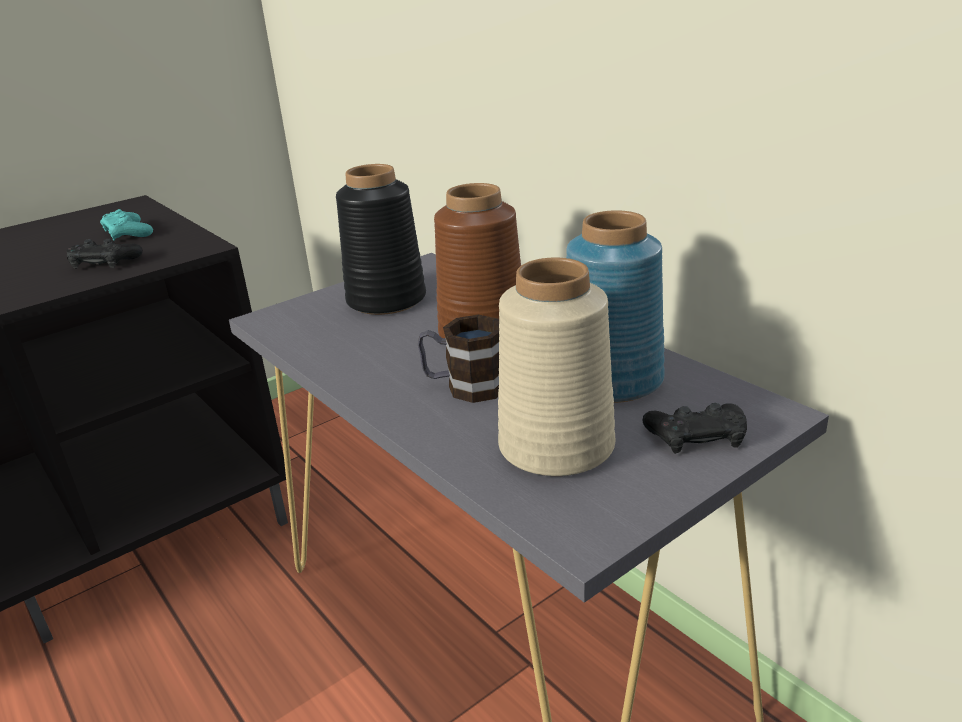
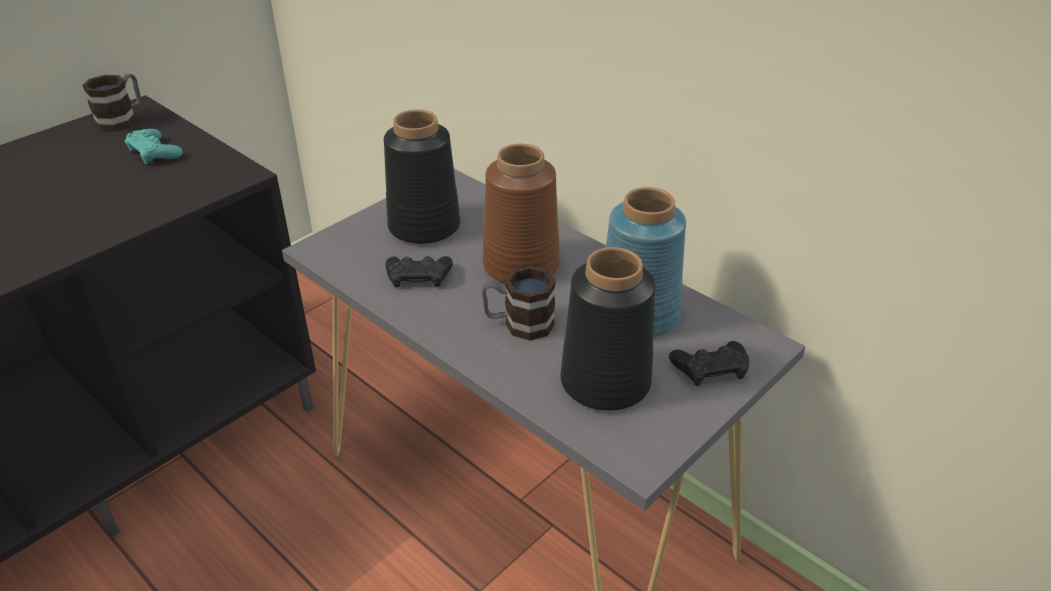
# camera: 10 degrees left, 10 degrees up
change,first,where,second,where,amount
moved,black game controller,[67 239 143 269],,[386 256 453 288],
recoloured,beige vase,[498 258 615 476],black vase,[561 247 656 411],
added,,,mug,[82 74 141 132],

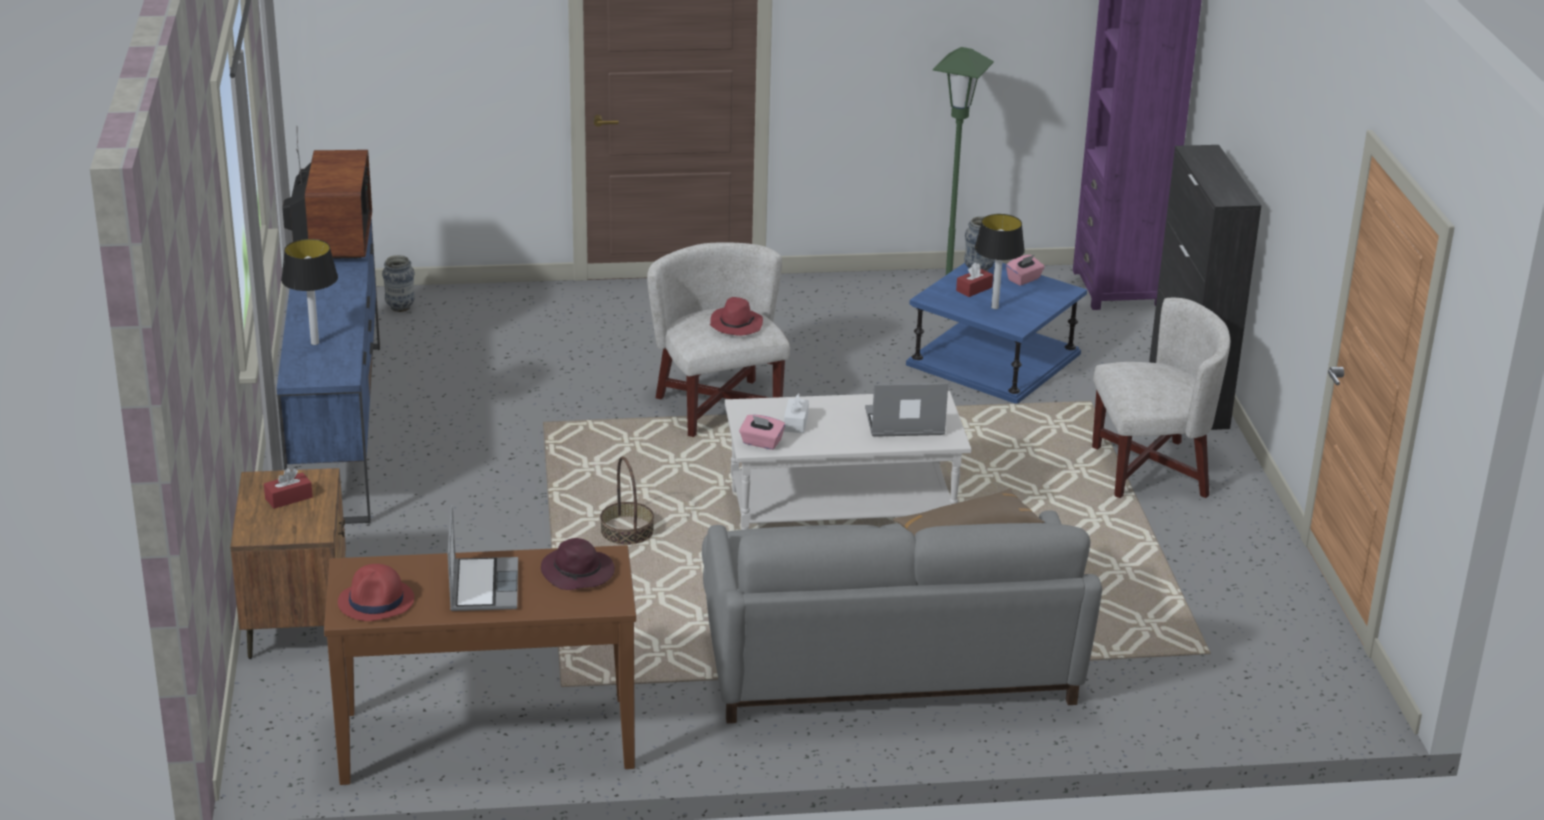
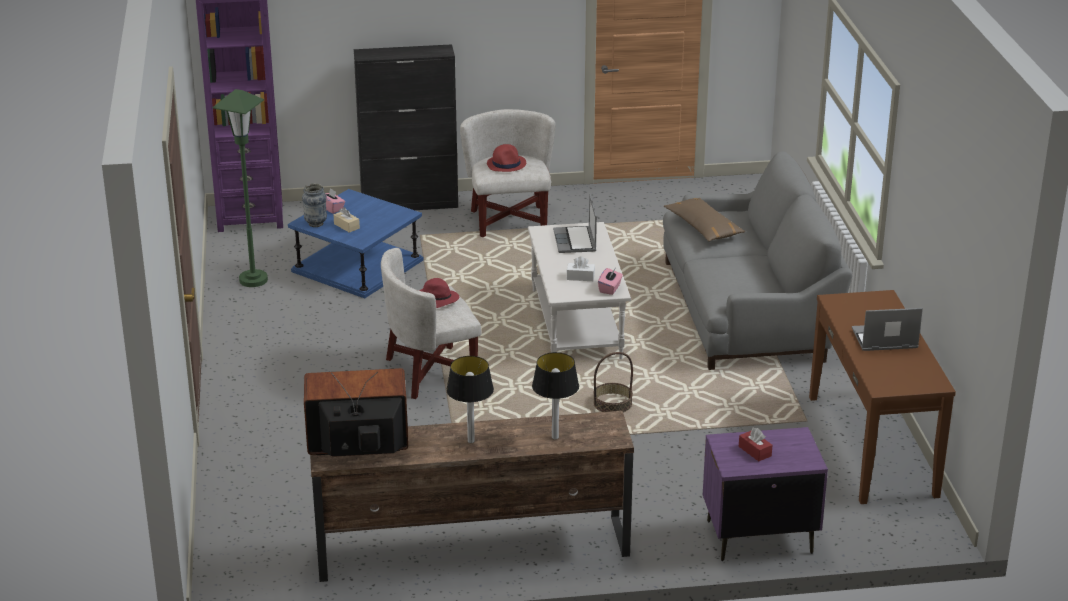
# camera: 90 degrees left, 0 degrees up
change,first,where,second,where,amount
moved,table lamp,[975 214 1025 309],,[446 356 494 443],
recoloured,blue tv stand,[277 219 380 524],brown tv stand,[310 411 634 582],
removed,vase,[382 255 415 312],,,
recoloured,red tissue box,[956 263 993 297],beige tissue box,[334 207 360 233],
recoloured,brown nightstand,[230 468 348 659],purple nightstand,[703 427 828 561],
removed,purple hat,[541 538 615 590],,,
moved,red hat,[338 564 414 621],,[487 144 526 172],

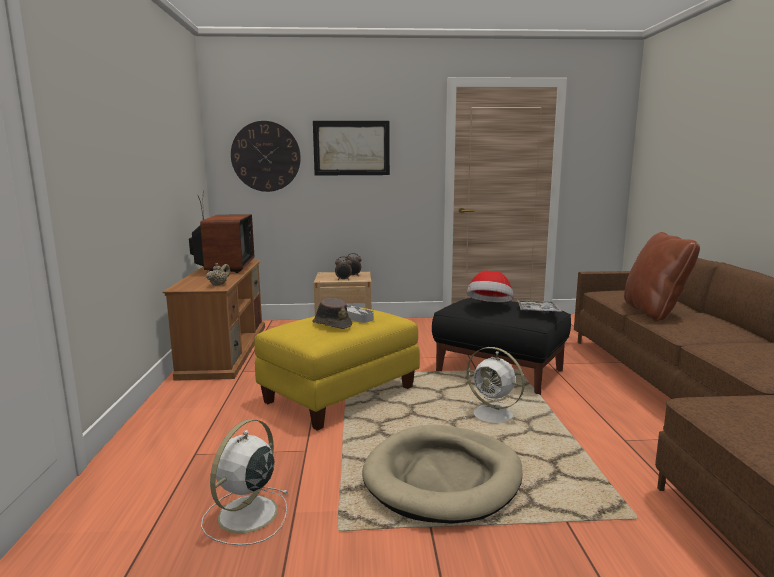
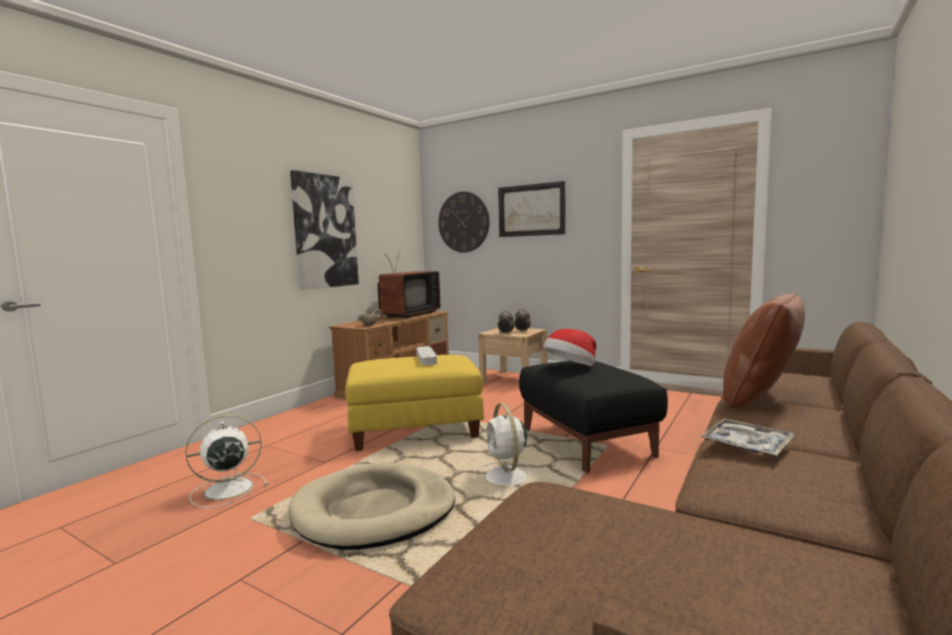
# camera: 35 degrees right, 5 degrees down
change,first,where,second,where,amount
removed,brown hat,[312 298 352 329],,,
moved,tray,[517 300 562 313],,[700 418 795 456],
added,,,picture,[290 170 359 290],

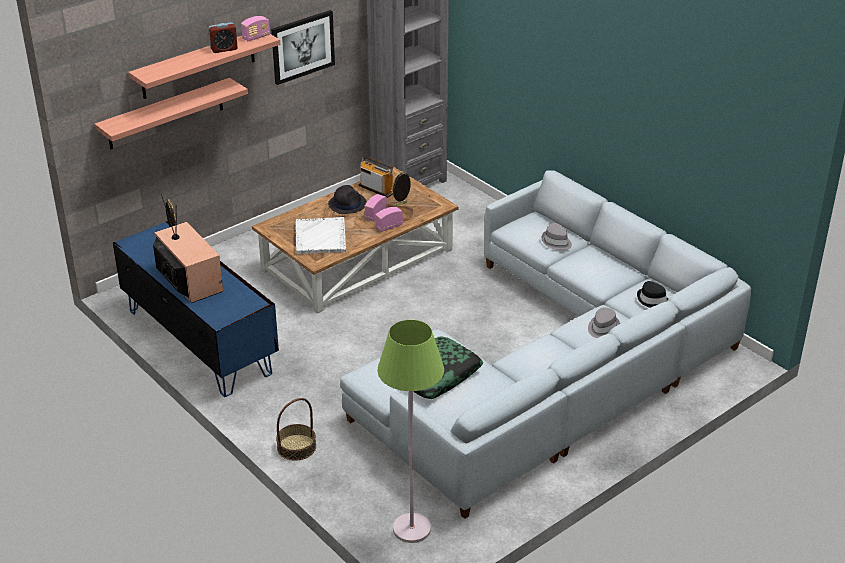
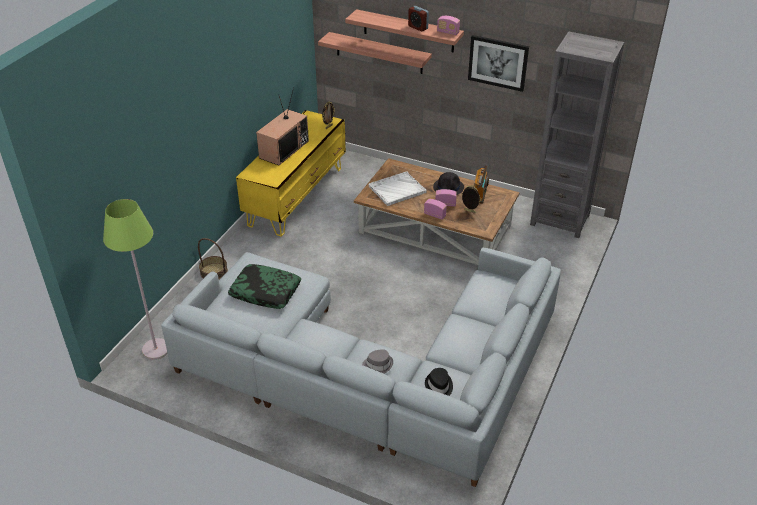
# camera: 65 degrees right, 5 degrees up
change,first,where,second,where,amount
recoloured,blue tv stand,[113 221 279 397],yellow tv stand,[236 110 346 236],
removed,grey hat,[542 223 572 250],,,

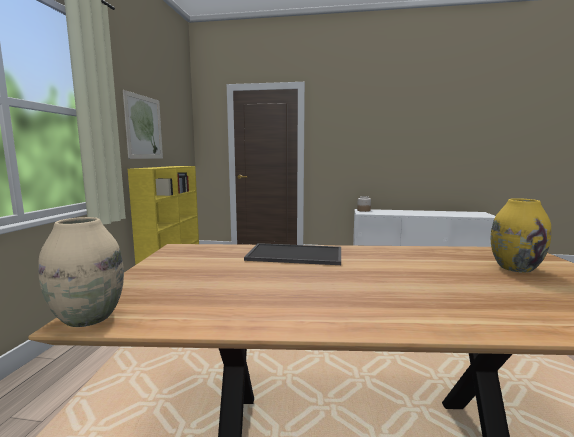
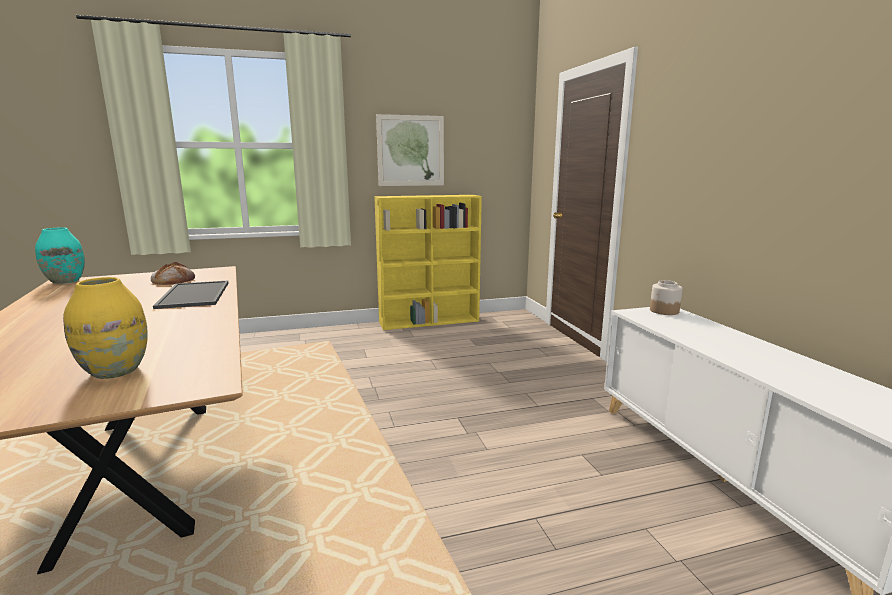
# camera: 65 degrees right, 5 degrees up
change,first,where,second,where,amount
recoloured,beige vase,[39 217 124 327],turquoise vase,[35 228 85 284],
added,,,bread,[151 262 195 285],

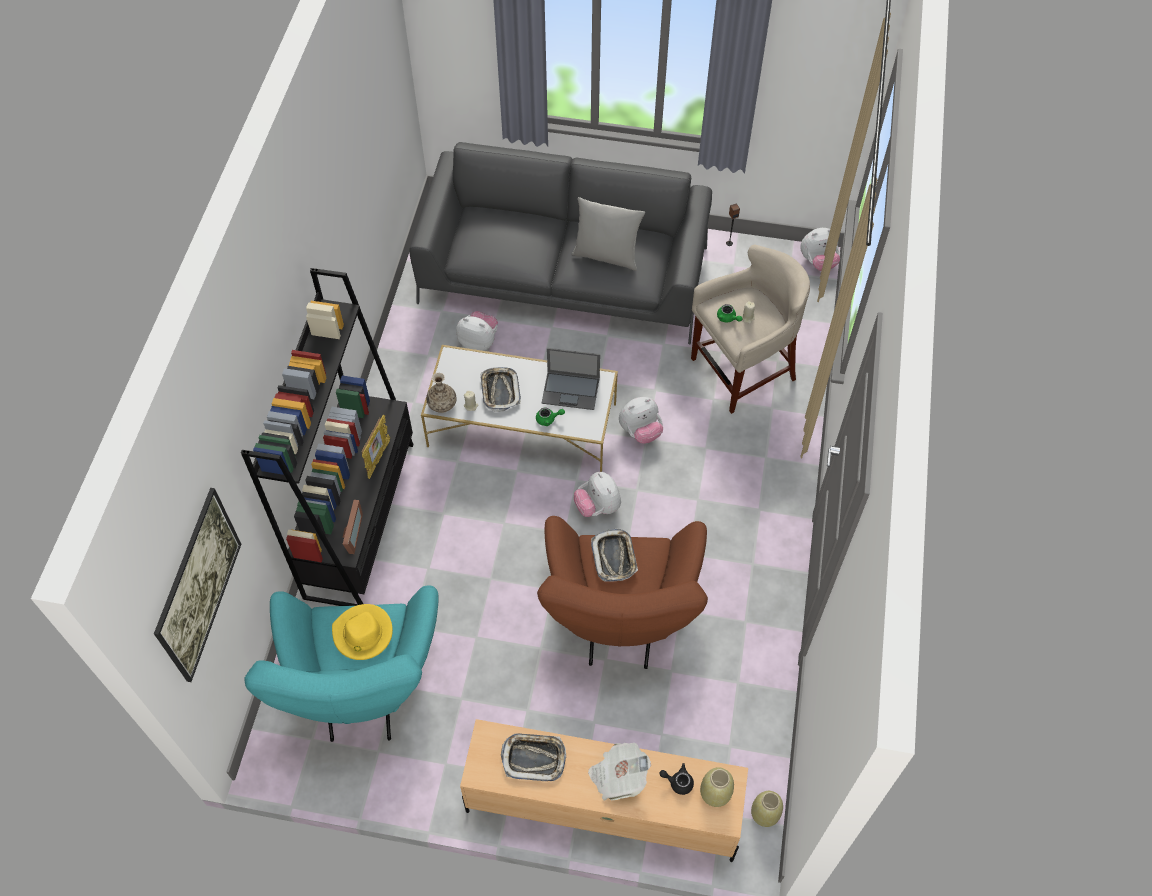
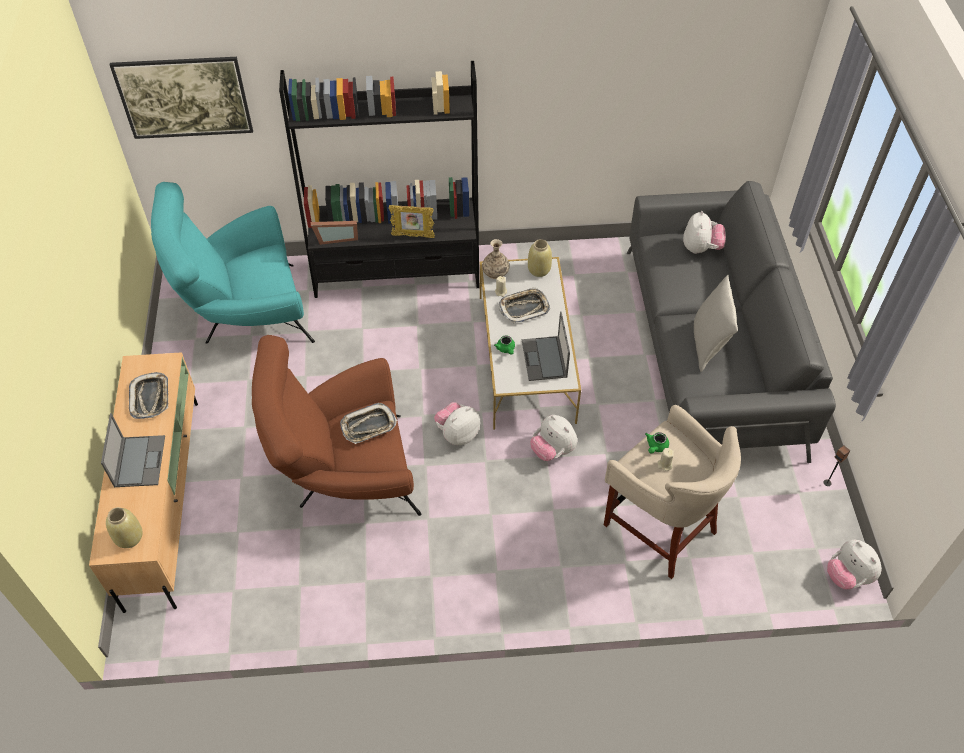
# camera: 75 degrees right, 5 degrees down
change,first,where,second,where,amount
moved,plush toy,[456 311 498 351],,[683 211 726 254],
removed,yellow hat,[332 604 393 660],,,
replaced,newspaper,[588 743 651 801],laptop,[101 413 165 487],
removed,black teapot,[659 763 694 795],,,
moved,beige vase,[751 791 783 827],,[528 239 552 277],

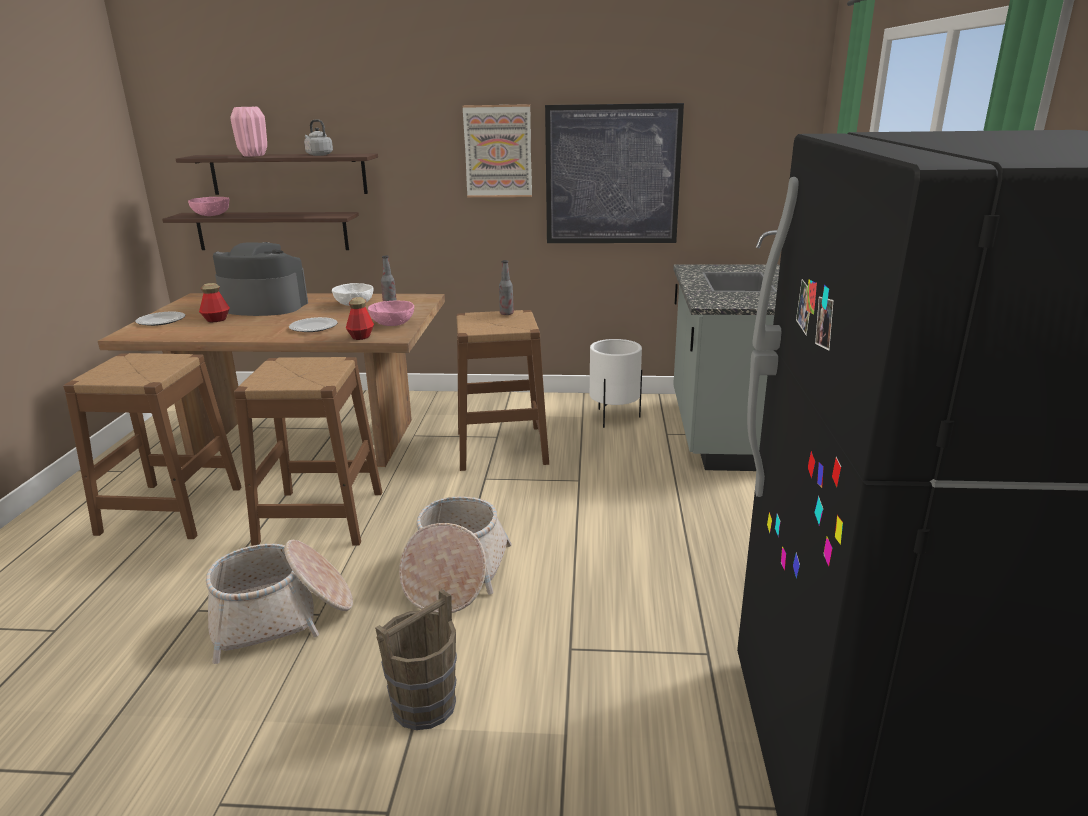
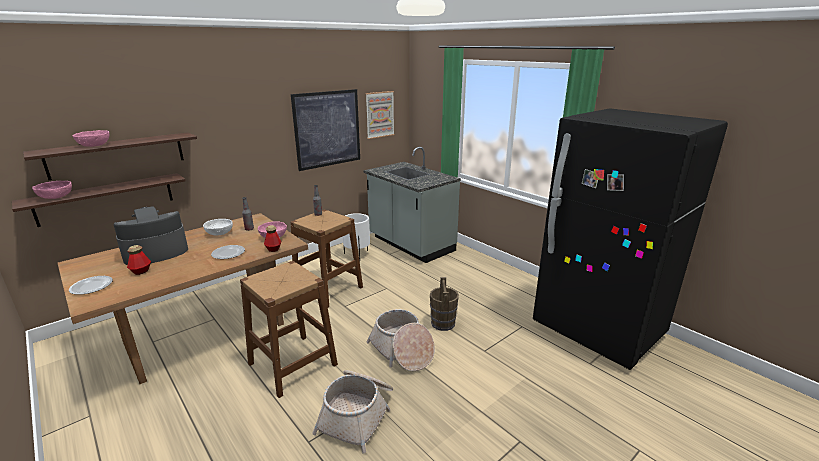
# camera: 45 degrees left, 0 degrees up
change,first,where,second,where,amount
moved,picture,[462 104 532 197],,[366 91 394 139],
replaced,pink vase,[230 107 267 157],pink bowl,[73 130 109 147],
removed,grey kettle,[304 120 333 156],,,
removed,brown stool,[63 353 242 539],,,
moved,brown bucket,[375 589 457 730],,[430 277 459 331],

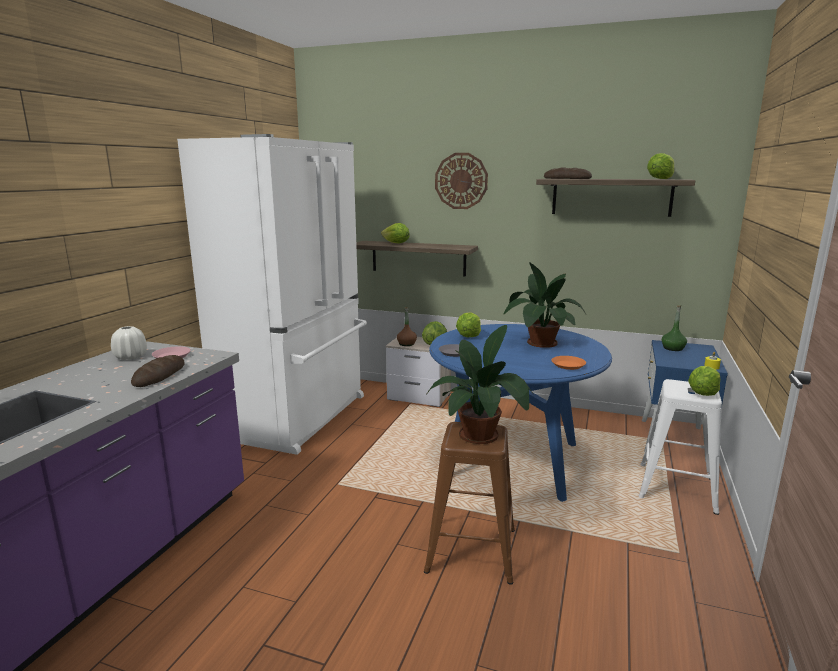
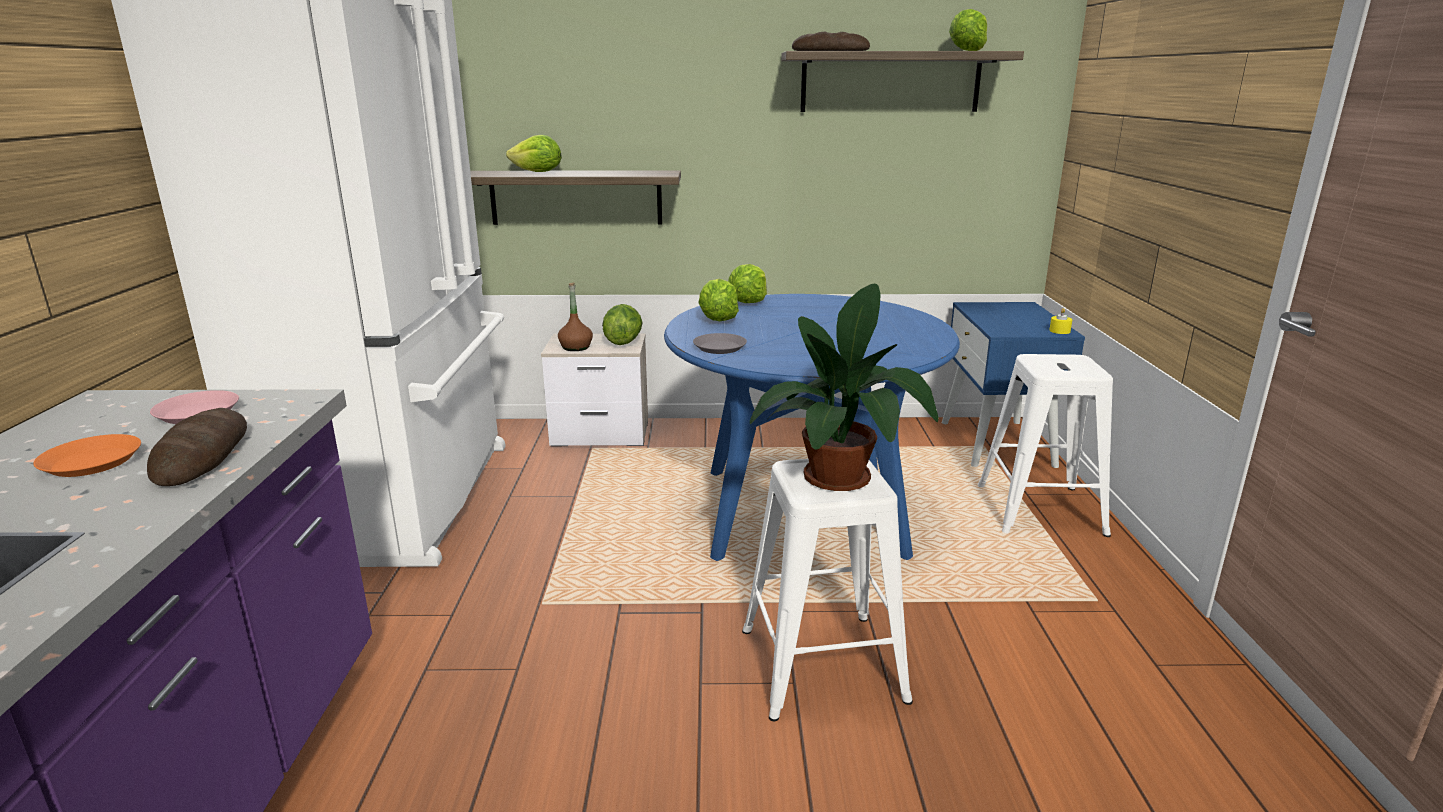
# camera: 20 degrees left, 5 degrees up
change,first,where,second,where,amount
removed,wall clock,[435 153 488 209],,,
removed,potted plant,[504 262 586 348],,,
removed,green bottle,[662 305 687 351],,,
removed,white vase,[111 326 147 360],,,
moved,orange plate,[552 356 586 370],,[33 434 141 477],
moved,lettuce,[688 366 720 396],,[728 264 767 303],
recoloured,brown stool,[424 422 515 585],white stool,[742 459 913 721],

